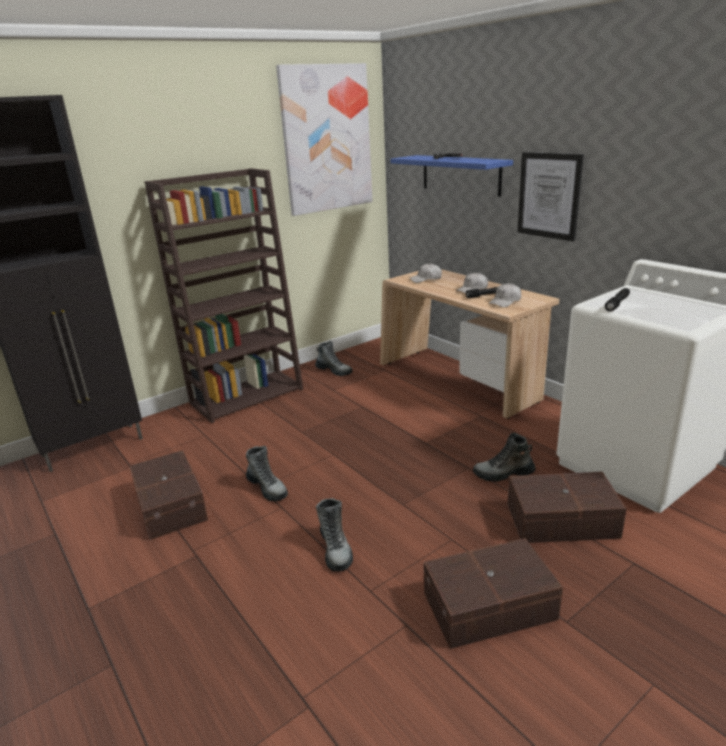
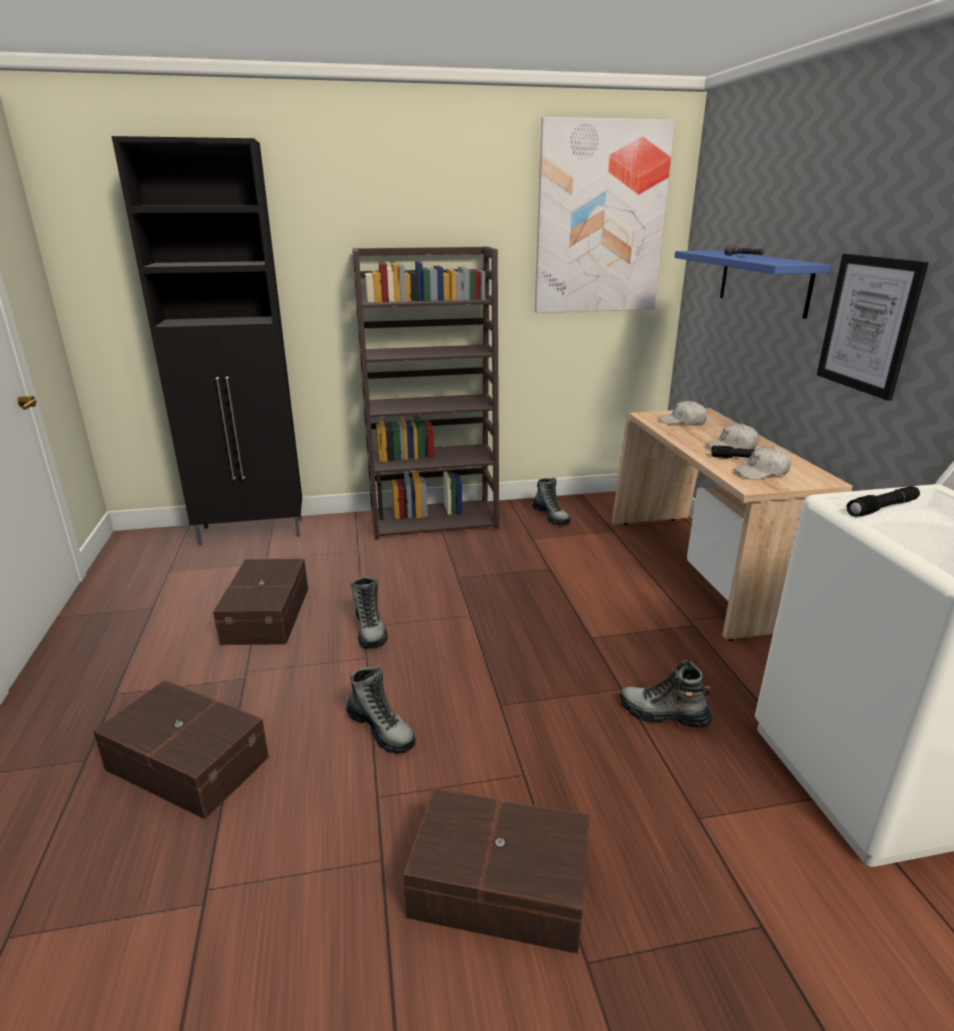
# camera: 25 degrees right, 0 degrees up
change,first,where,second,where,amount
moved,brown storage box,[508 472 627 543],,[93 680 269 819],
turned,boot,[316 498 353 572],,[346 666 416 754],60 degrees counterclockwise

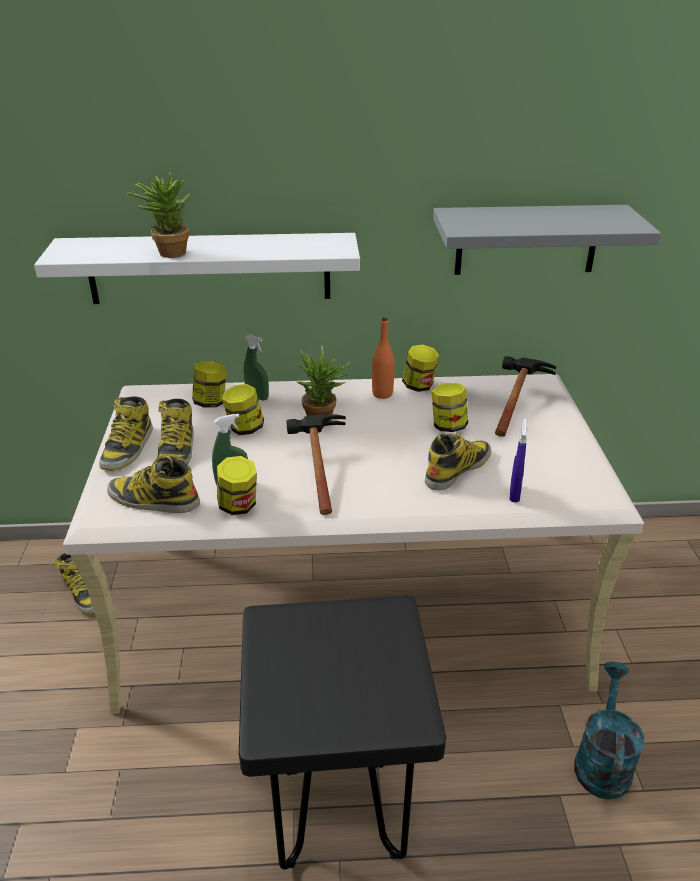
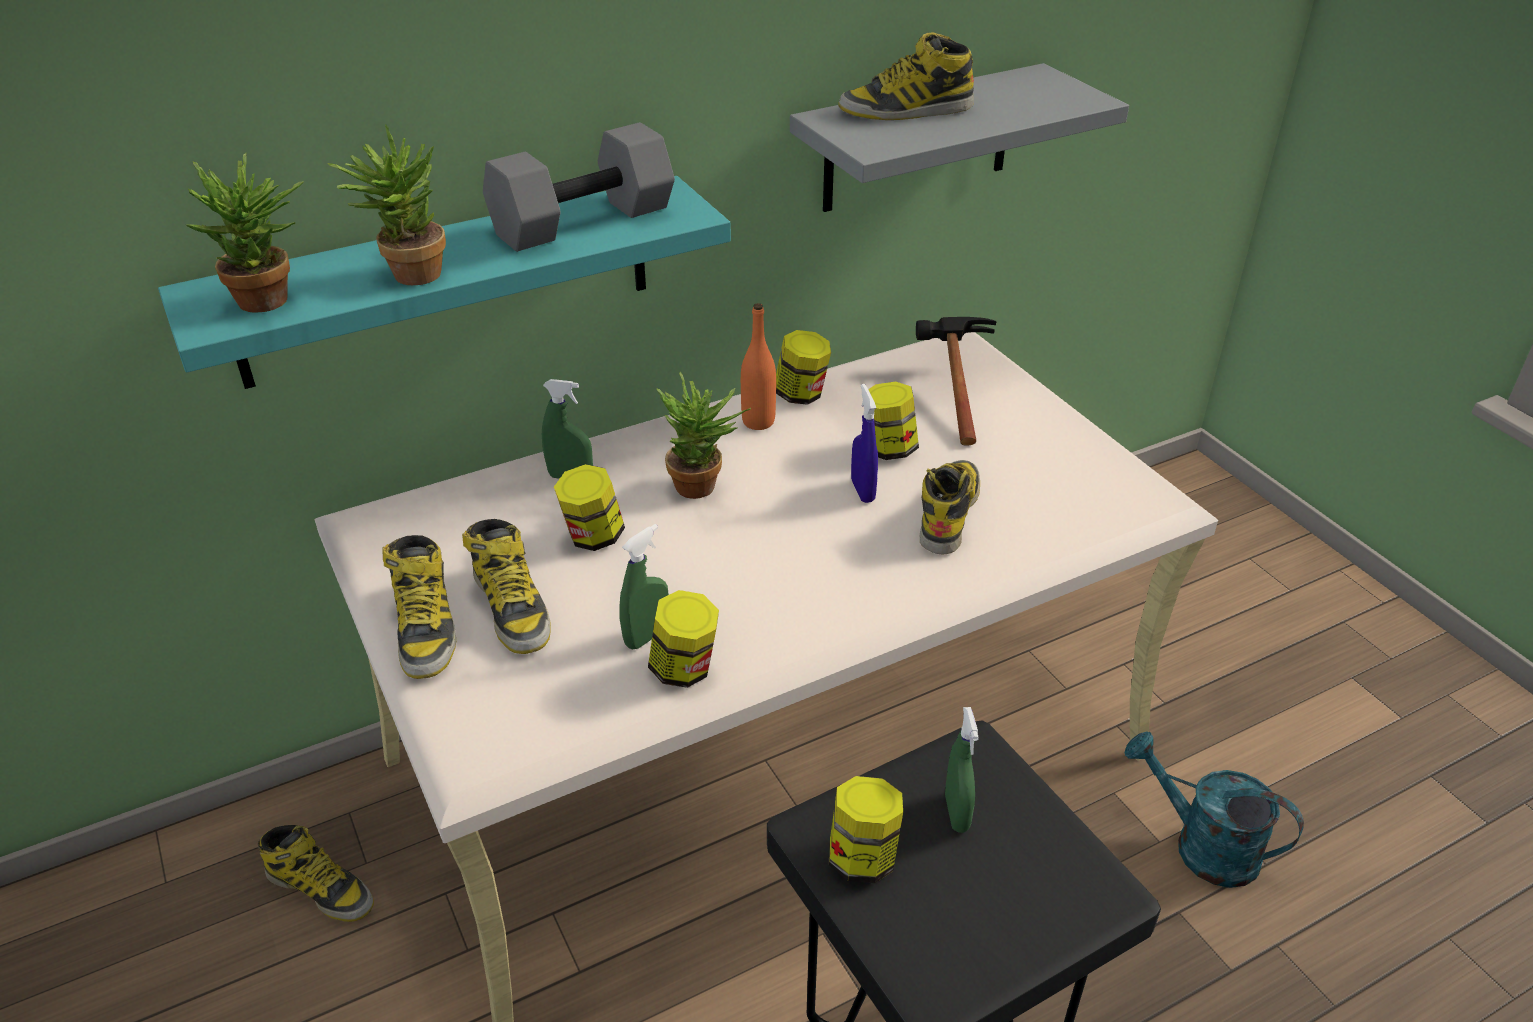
# camera: 25 degrees left, 5 degrees up
change,first,where,second,where,amount
recoloured,white shelf,[34 233 360 304],turquoise shelf,[158 176 731 389],
moved,jar,[192 361 226 407],,[829 776 903 883],
removed,hammer,[286 414 346 515],,,
moved,blue spray bottle,[509 418 527 503],,[851 384 878 503],
moved,boot,[107 454 200 513],,[838 32 974 120],
turned,turquoise watering can,[574 662 645 800],,[1124 732 1304 888],45 degrees counterclockwise
added,,,grey dumbbell,[483 122 675 252],
added,,,potted plant,[186 153 304 313],
added,,,green spray bottle,[945 707 979 833],

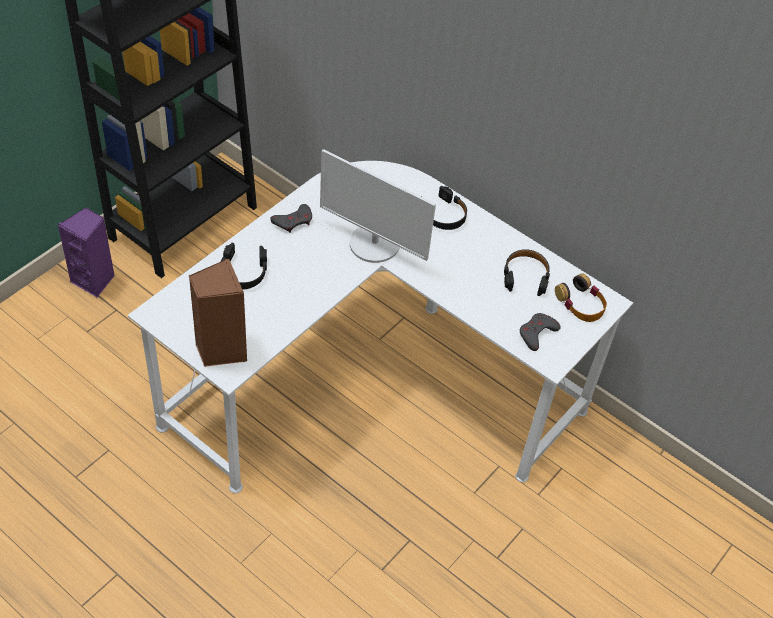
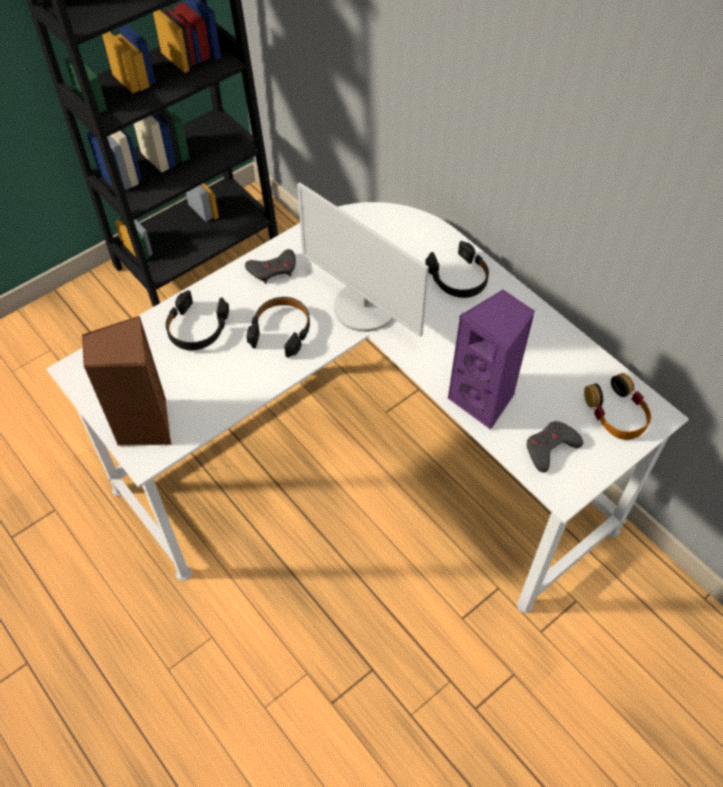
# camera: 15 degrees right, 5 degrees up
change,first,where,second,where,amount
moved,purple speaker,[58 208 115 298],,[448 289 535 430],
moved,black headphones,[504 249 550 296],,[247 297 310 358],

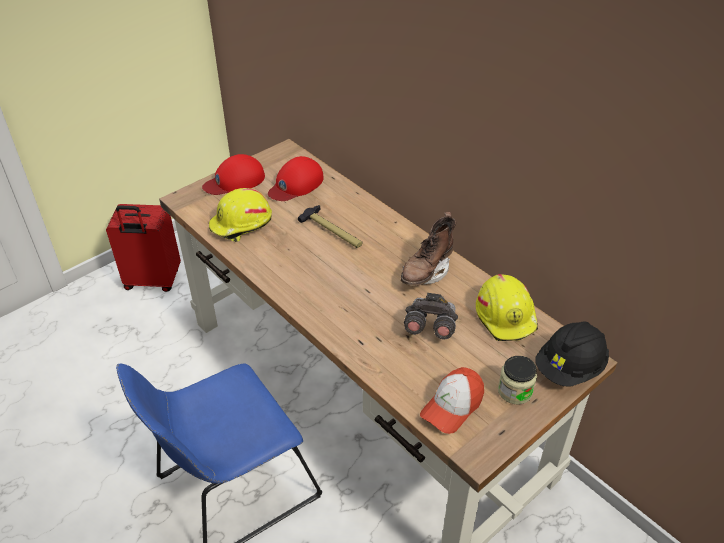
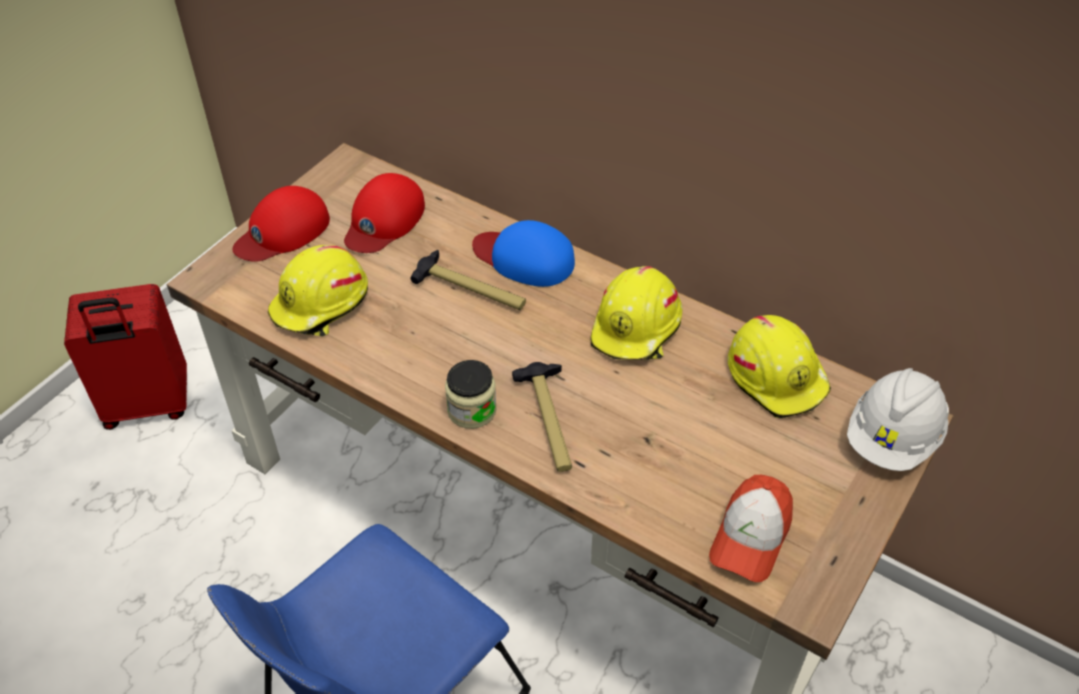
# camera: 15 degrees left, 5 degrees up
change,first,where,second,where,amount
replaced,brown boot,[401 212 456 286],yellow hard hat,[591 266 683 360],
removed,grey binoculars,[404 293 458 339],,,
recoloured,black hard hat,[535 322 609 387],white hard hat,[847 368 949 471],
moved,jar,[498 356 537 404],,[445 360 497 429],
added,,,blue cap,[472 220 575 287],
added,,,hammer,[512 362 572 472],

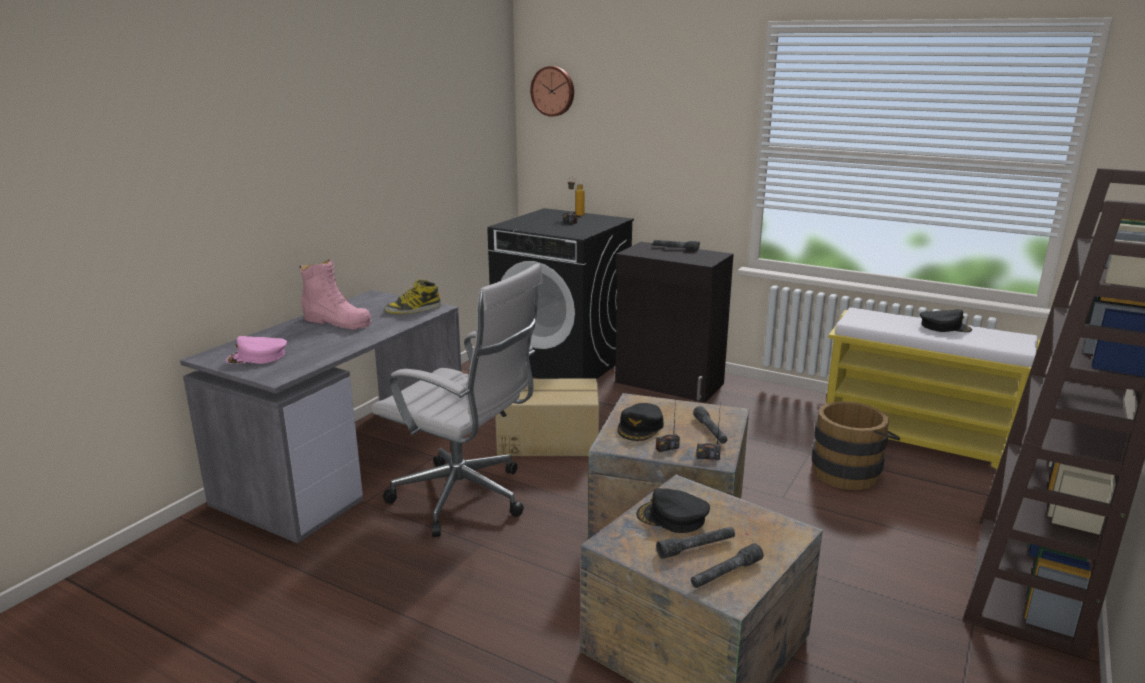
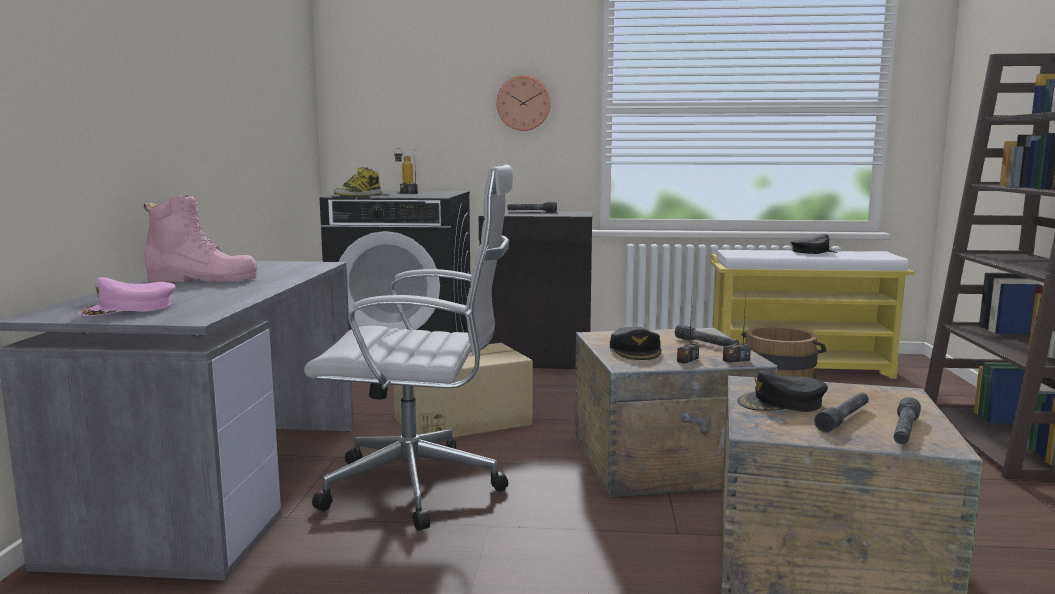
# camera: 25 degrees left, 10 degrees down
change,first,where,second,where,amount
moved,wall clock,[530 66 574 117],,[497 75 551 131],
moved,boot,[384 279 441 314],,[334 167 381 196],

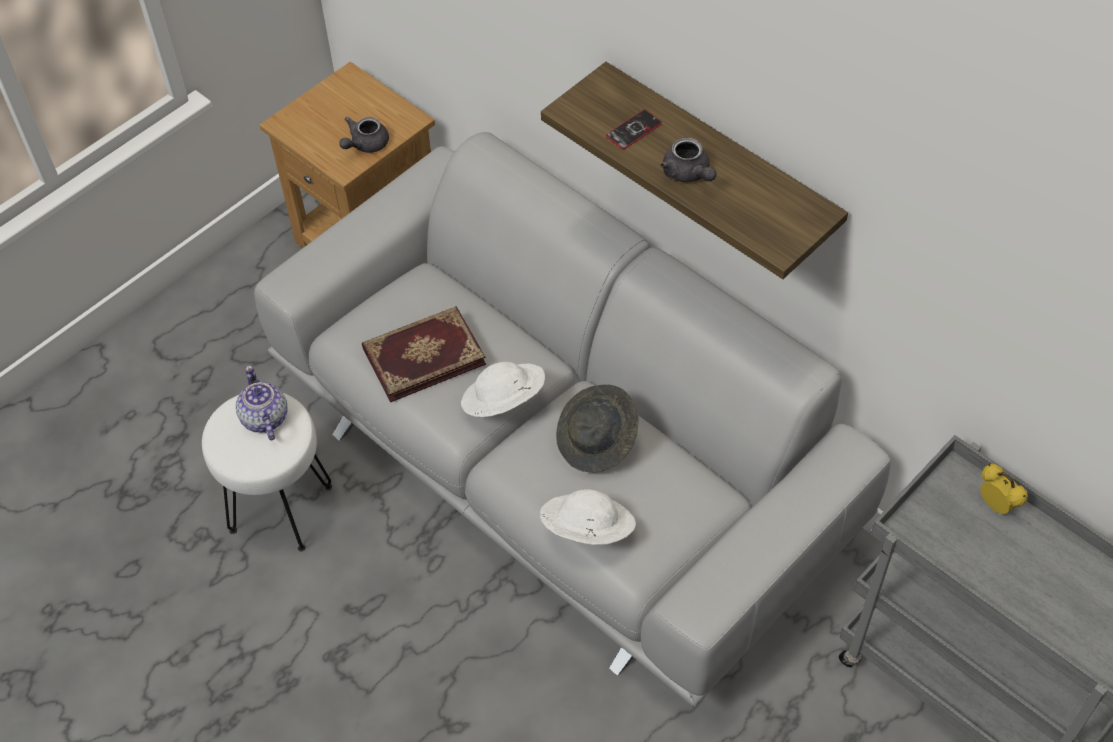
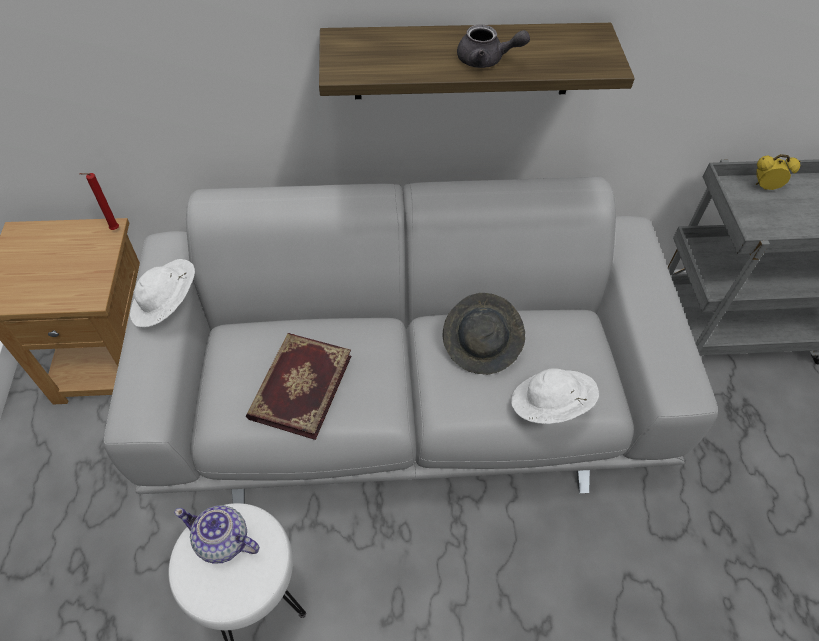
# camera: 50 degrees left, 0 degrees up
change,first,where,second,where,amount
removed,phone,[606 110 662 149],,,
removed,grey teapot,[339 117 389 153],,,
moved,white hat,[461 362 545 417],,[130 259 195 328],
added,,,red candle,[80 173 119 230],

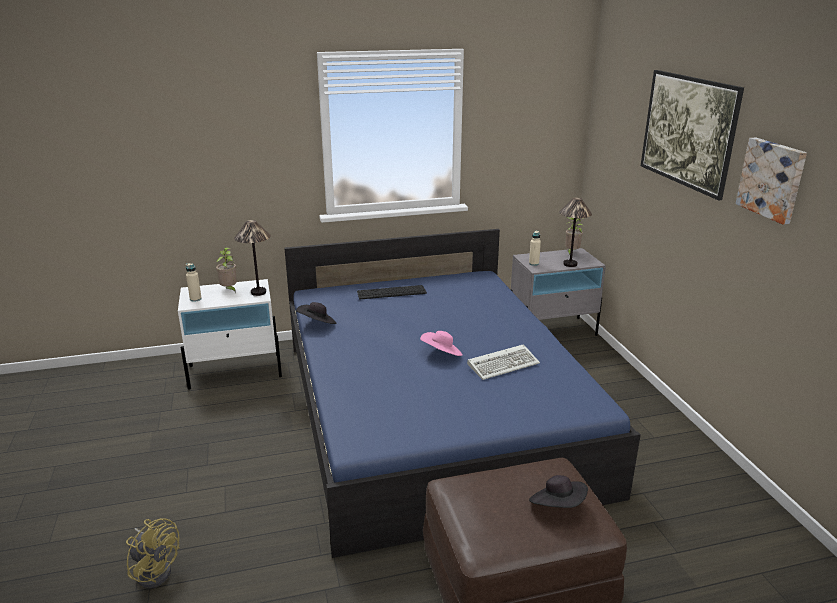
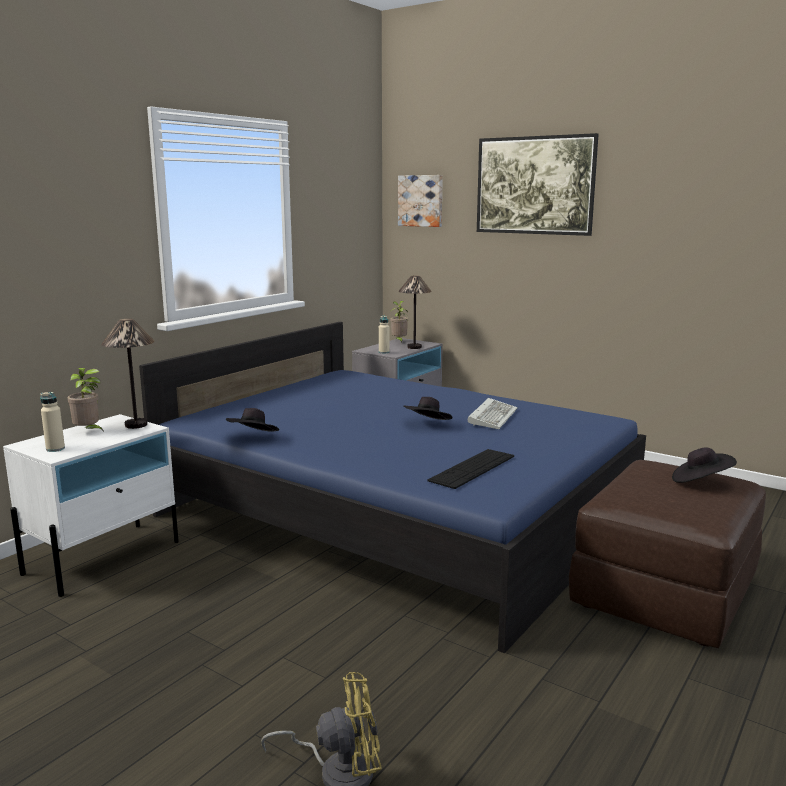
# camera: 40 degrees left, 10 degrees down
change,first,where,second,where,amount
moved,picture,[736 137 807 225],,[398 175 443 227],
moved,keyboard,[357 285 427 300],,[428 449 514 489],
recoloured,pink hat,[420 331 463 356],black hat,[404 397 453 420],

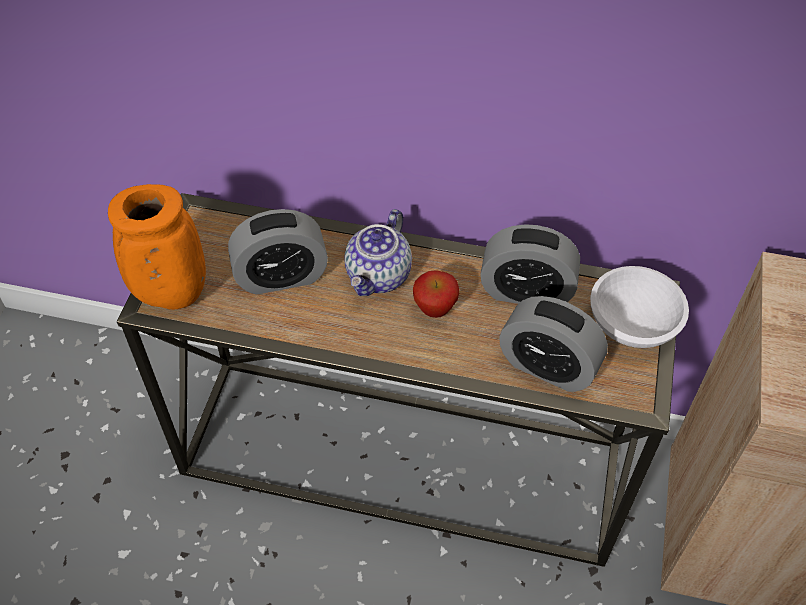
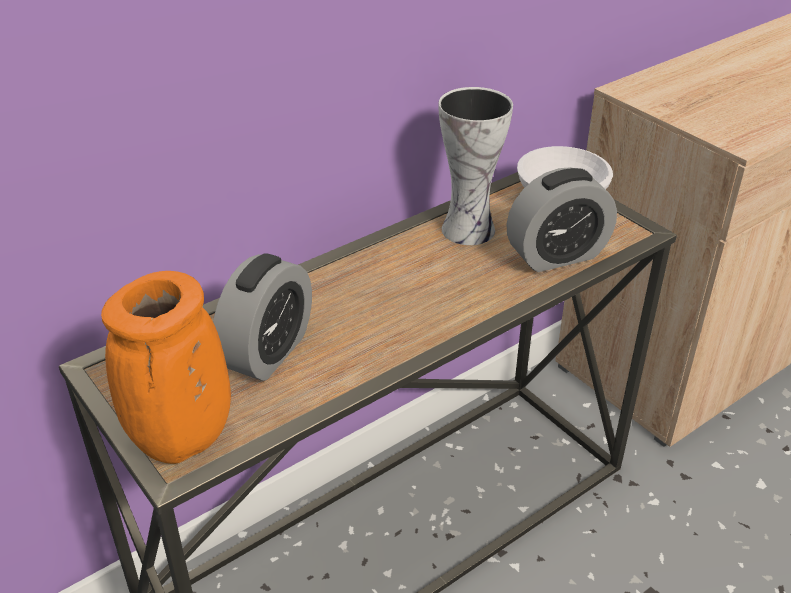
# camera: 50 degrees left, 15 degrees down
change,first,where,second,where,amount
removed,teapot,[344 209 412 296],,,
replaced,alarm clock,[480 224 580 304],vase,[439 87 513 245],
removed,apple,[413 270 459 318],,,

